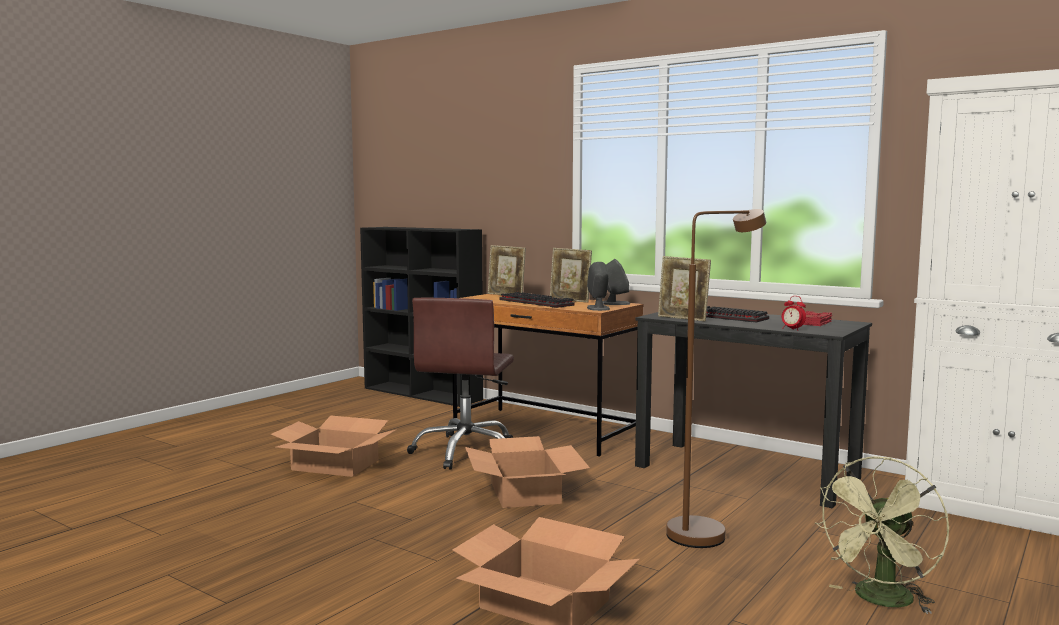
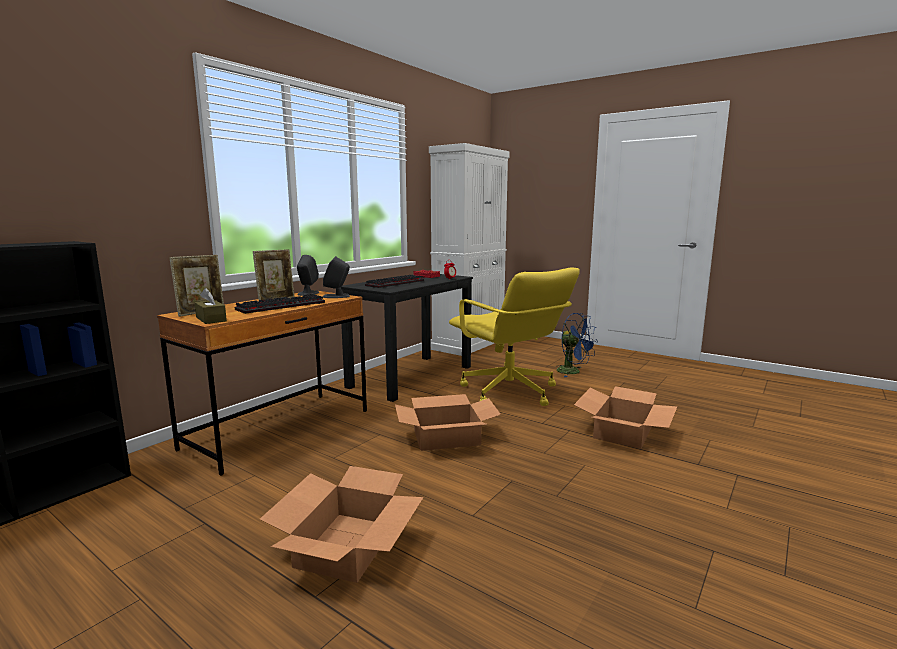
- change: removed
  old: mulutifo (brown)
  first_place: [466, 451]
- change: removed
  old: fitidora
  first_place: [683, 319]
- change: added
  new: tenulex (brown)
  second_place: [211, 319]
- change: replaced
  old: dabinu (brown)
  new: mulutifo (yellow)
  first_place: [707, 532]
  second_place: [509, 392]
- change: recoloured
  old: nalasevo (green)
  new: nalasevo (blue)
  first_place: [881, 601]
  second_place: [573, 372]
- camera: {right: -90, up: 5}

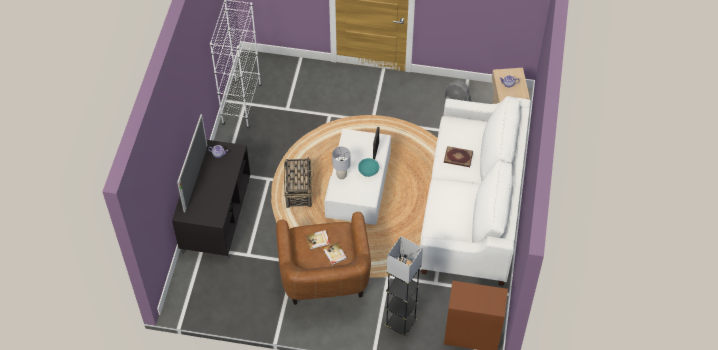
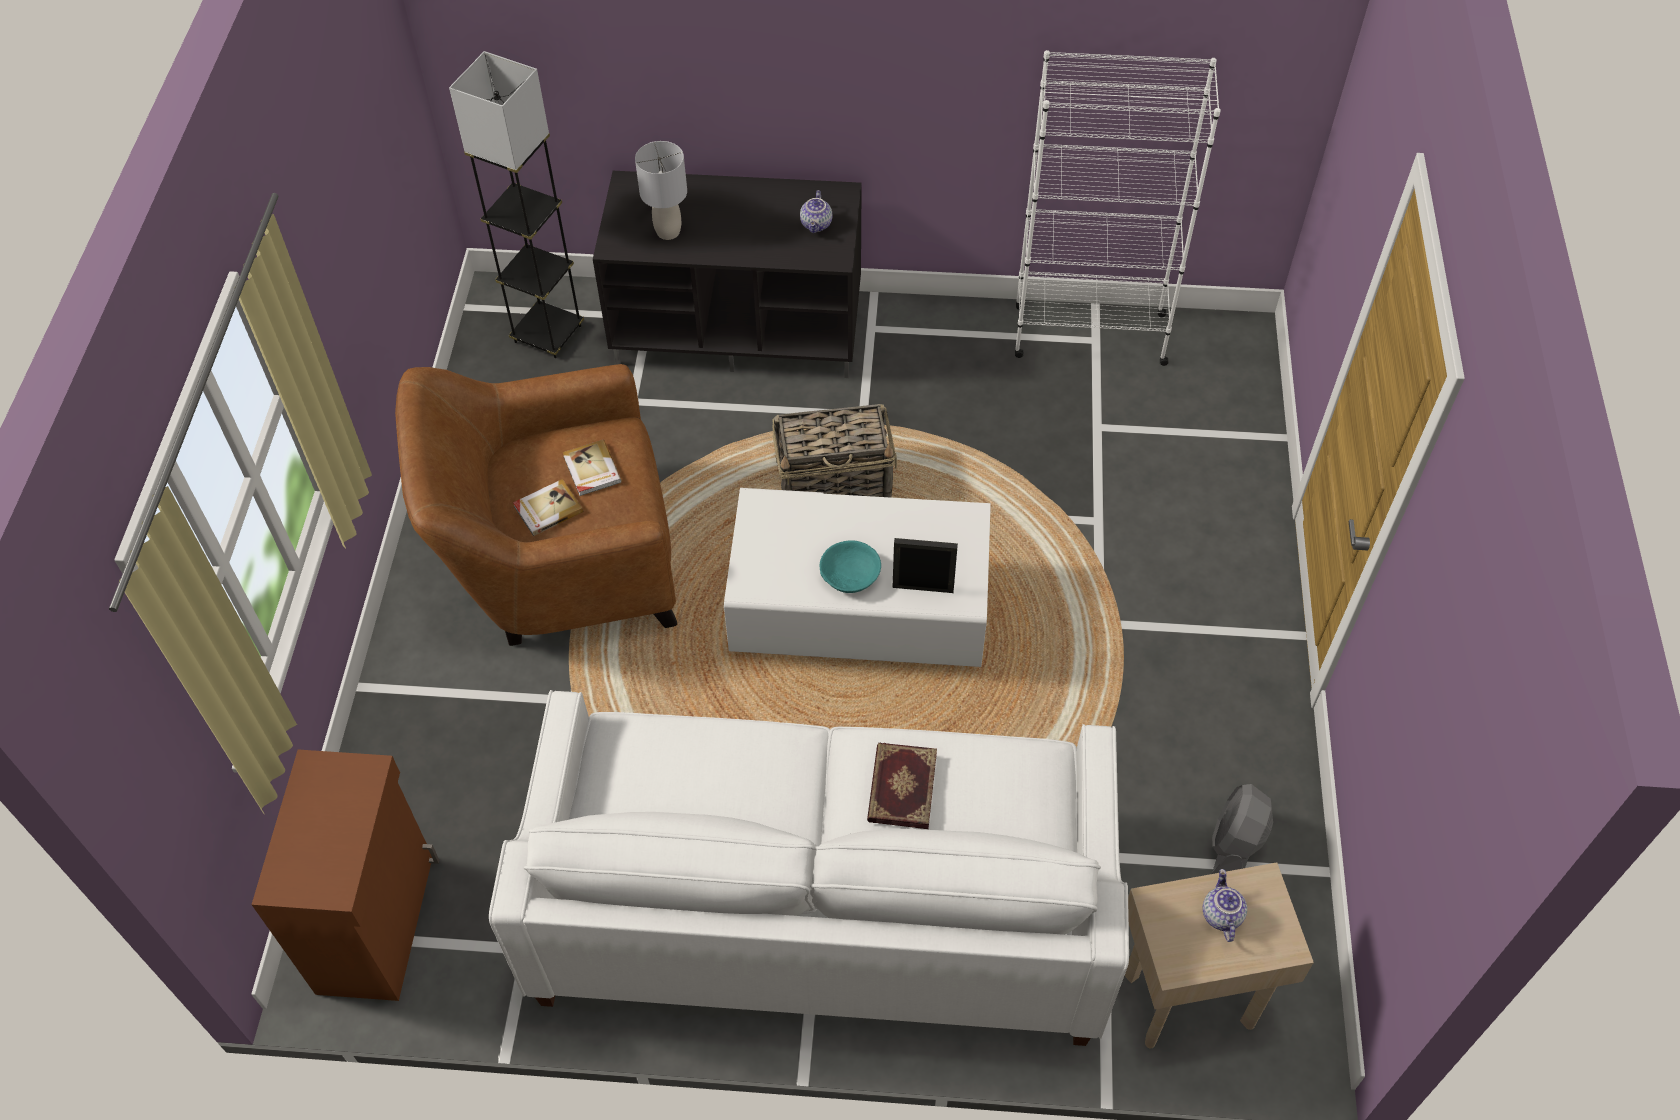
- change: removed
  old: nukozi
  first_place: [196, 178]
- change: moved
  old: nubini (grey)
  first_place: [341, 175]
  second_place: [668, 232]
- change: moved
  old: dabinu (grey)
  first_place: [400, 323]
  second_place: [547, 334]
- camera: {right: 85, up: 0}

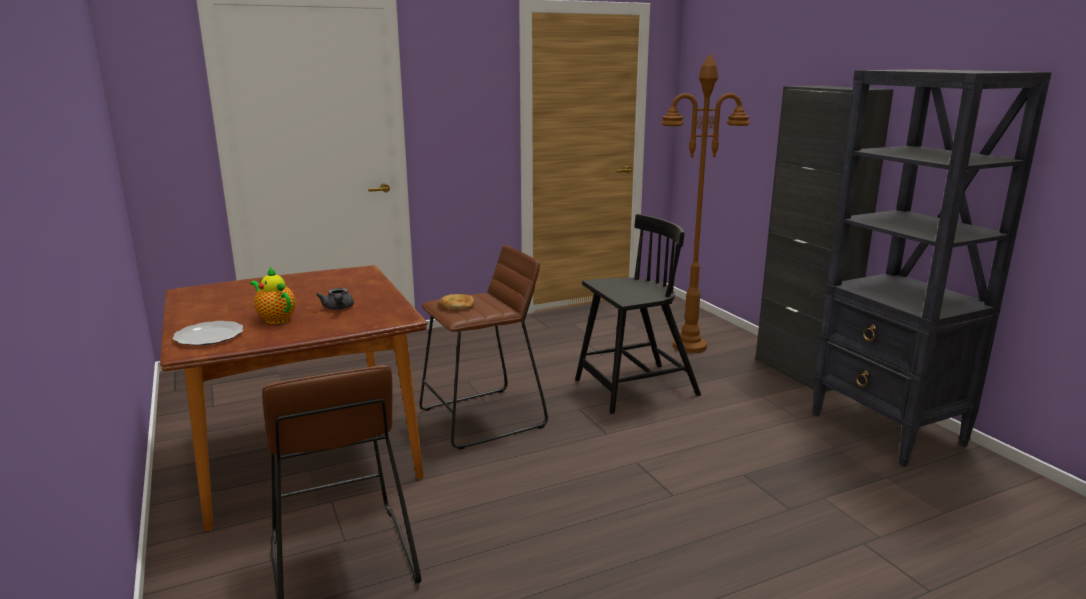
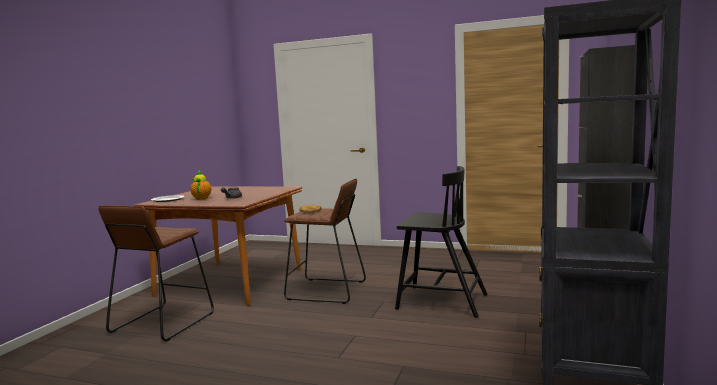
- change: removed
  old: dabinu (brown)
  first_place: [690, 346]
- camera: {right: 45, up: -10}

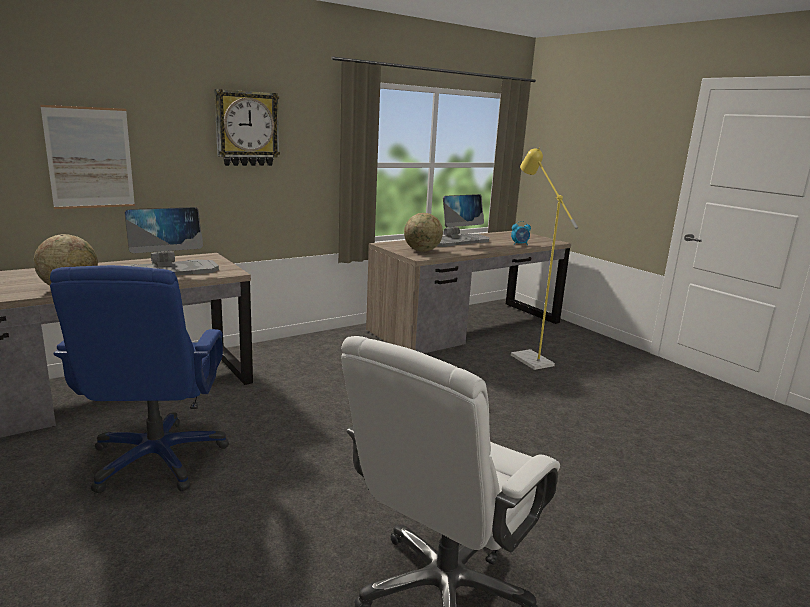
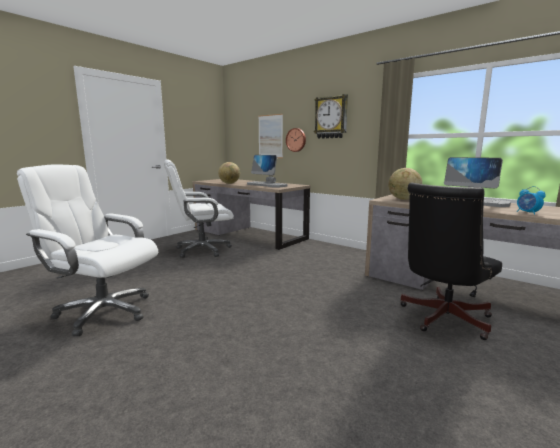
- change: added
  new: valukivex
  second_place: [296, 140]
- change: replaced
  old: dabinu (yellow)
  new: mulutifo (black)
  first_place: [526, 357]
  second_place: [441, 319]
- change: recoloured
  old: mulutifo (blue)
  new: mulutifo (white)
  first_place: [157, 459]
  second_place: [202, 250]
- camera: {right: 75, up: -5}

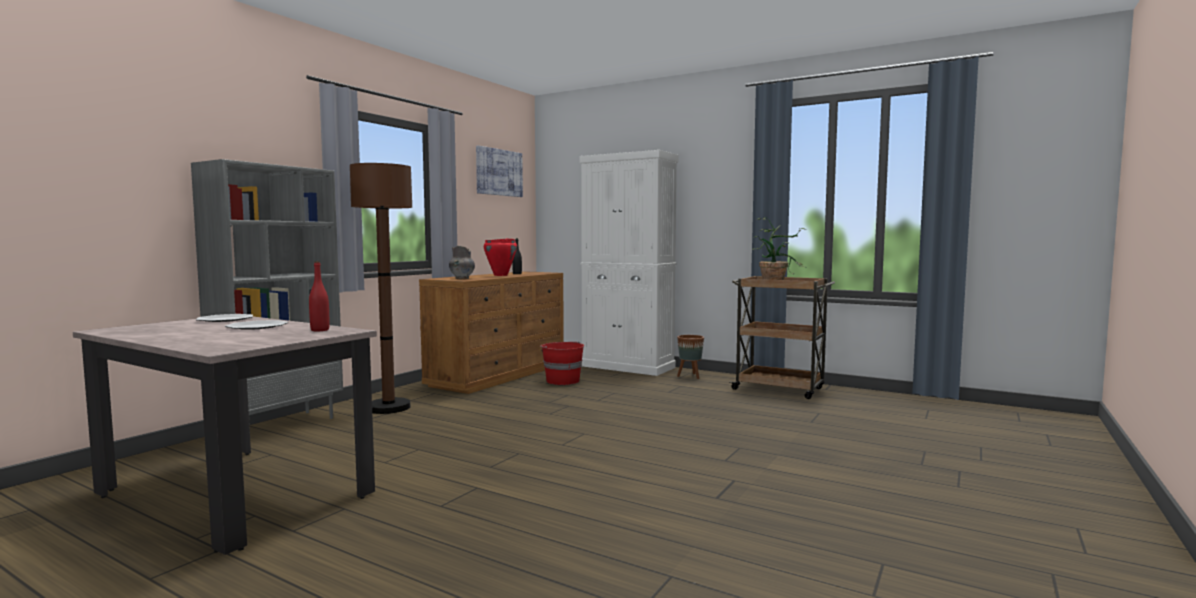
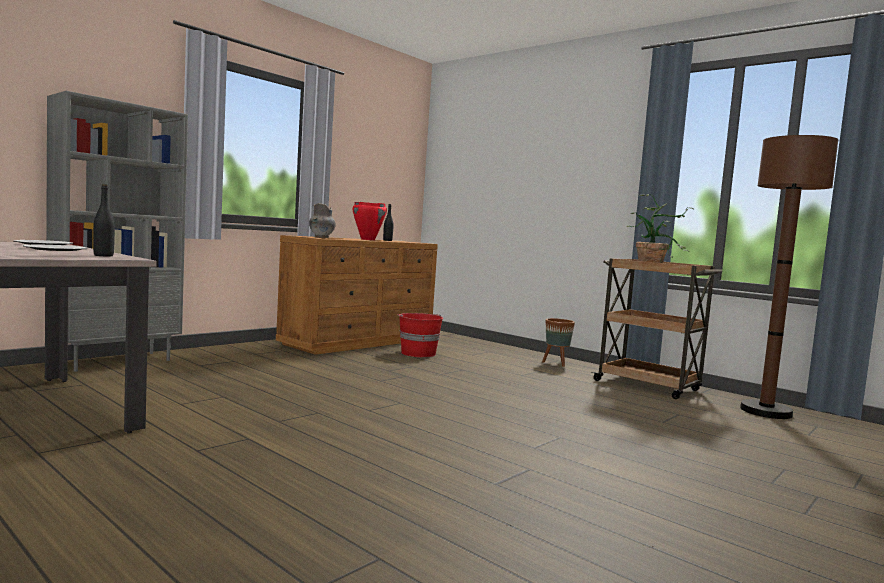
- change: removed
  old: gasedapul
  first_place: [499, 172]
- change: removed
  old: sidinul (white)
  first_place: [628, 367]
- change: moved
  old: dabinu (brown)
  first_place: [389, 408]
  second_place: [766, 411]
- change: recoloured
  old: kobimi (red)
  new: kobimi (black)
  first_place: [320, 330]
  second_place: [103, 255]
- camera: {right: 10, up: 0}

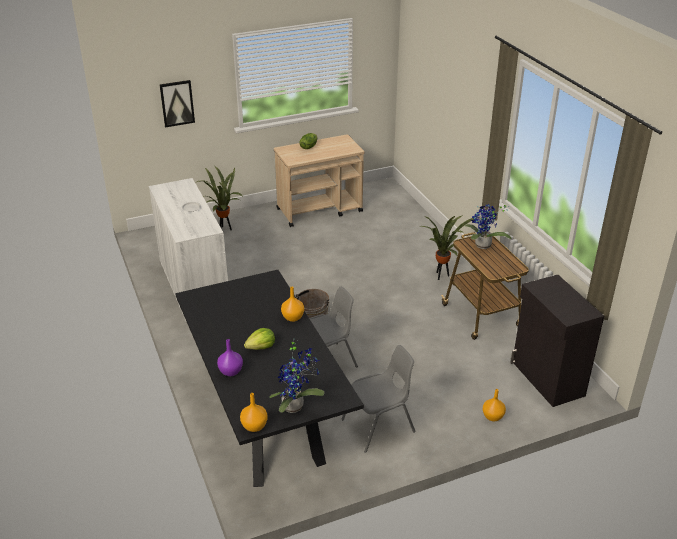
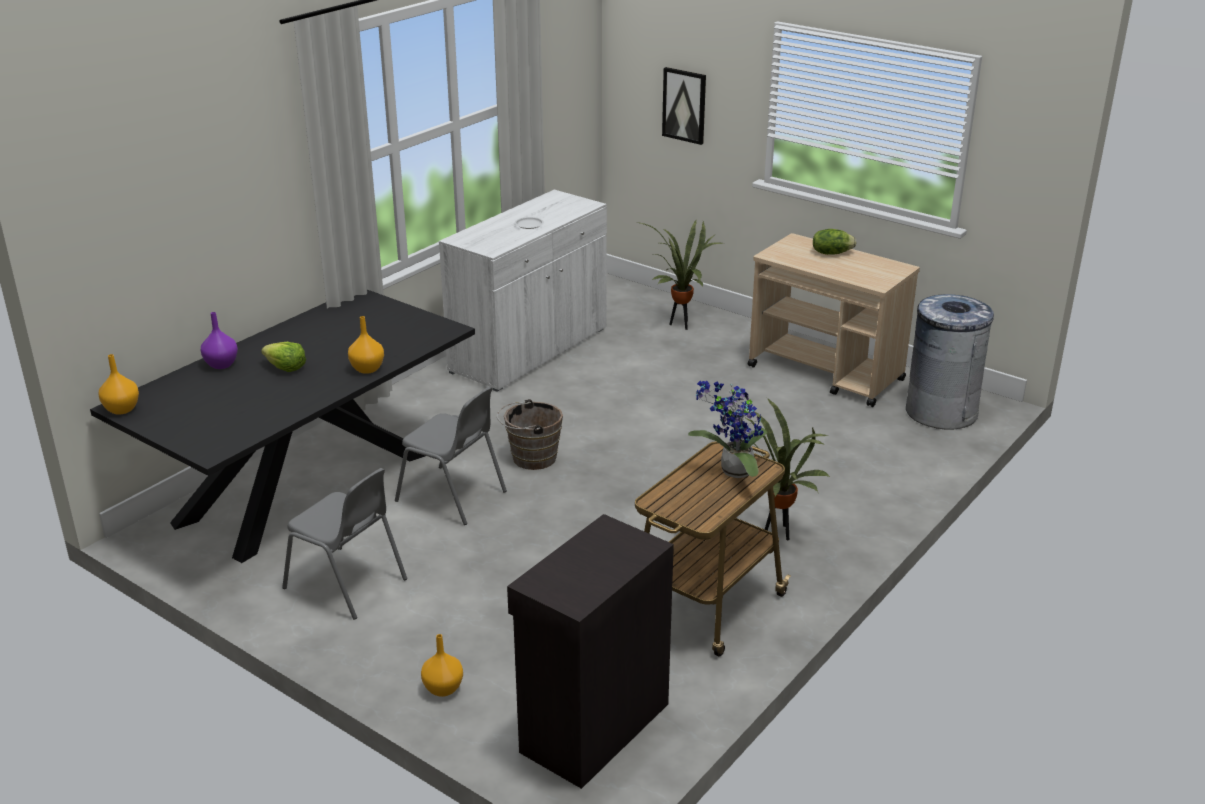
- change: removed
  old: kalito
  first_place: [295, 406]
- change: added
  new: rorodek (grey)
  second_place: [941, 412]
- camera: {right: 60, up: -5}

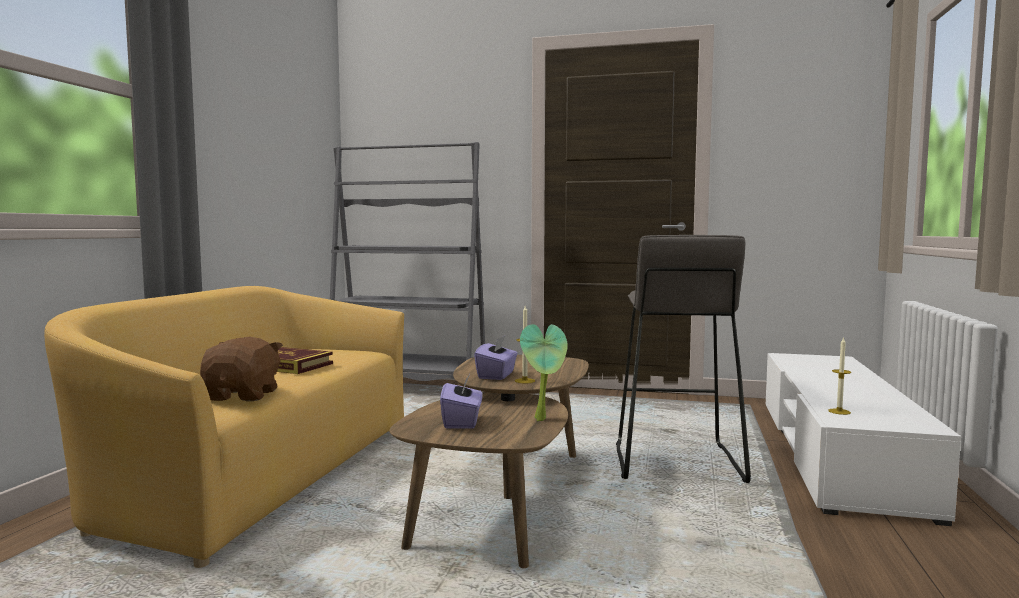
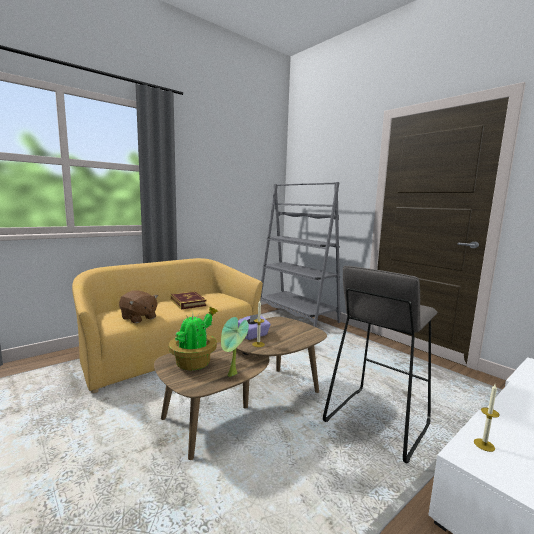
- change: replaced
  old: tenulex (purple)
  new: kalito
  first_place: [462, 422]
  second_place: [194, 363]
- change: turned
  old: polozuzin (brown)
  first_place: [243, 395]
  second_place: [138, 318]
  degrees: 90
- camera: {right: 35, up: 5}

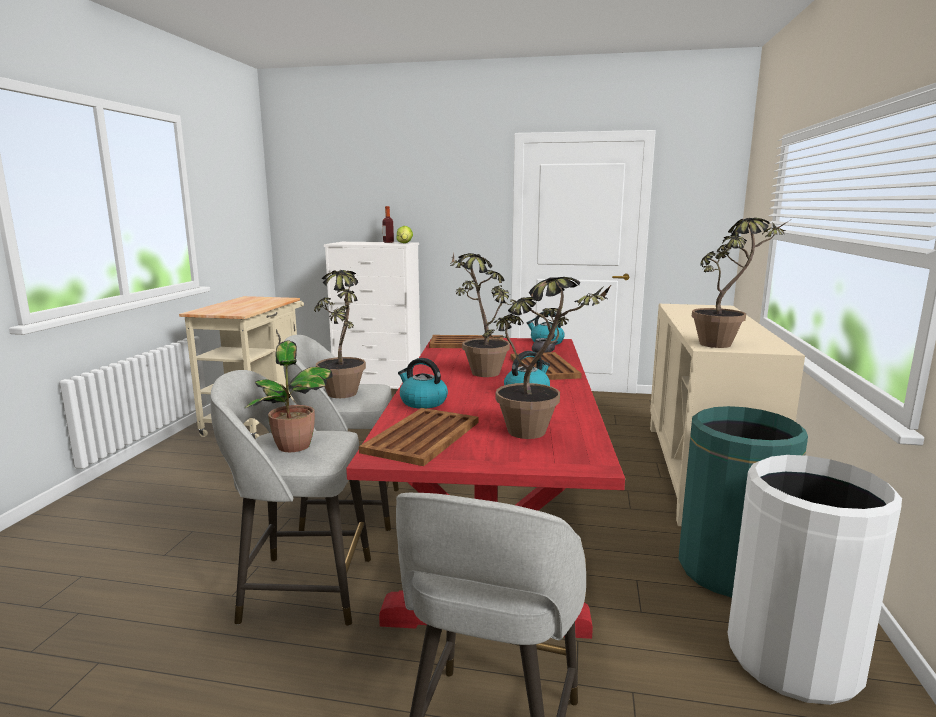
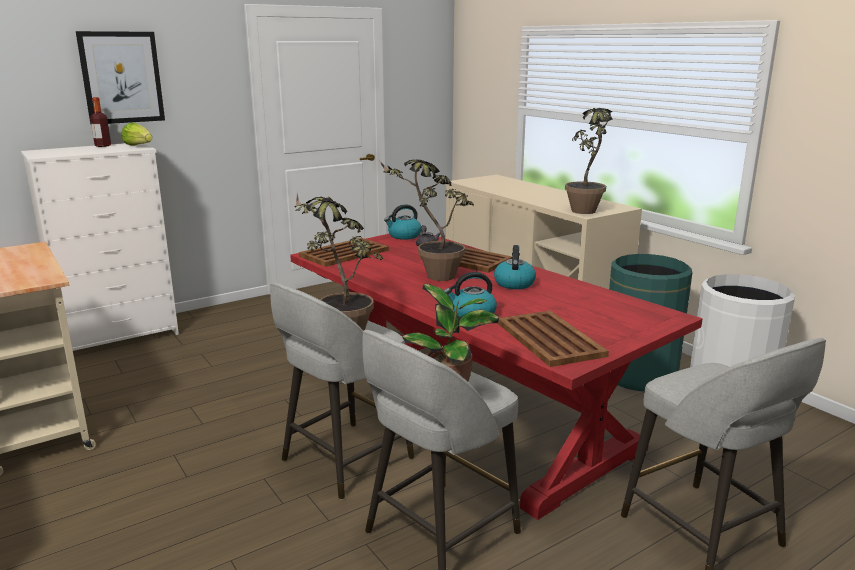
- change: removed
  old: kalito
  first_place: [538, 435]
- change: added
  new: gasedapul
  second_place: [121, 77]
- camera: {right: -45, up: 5}

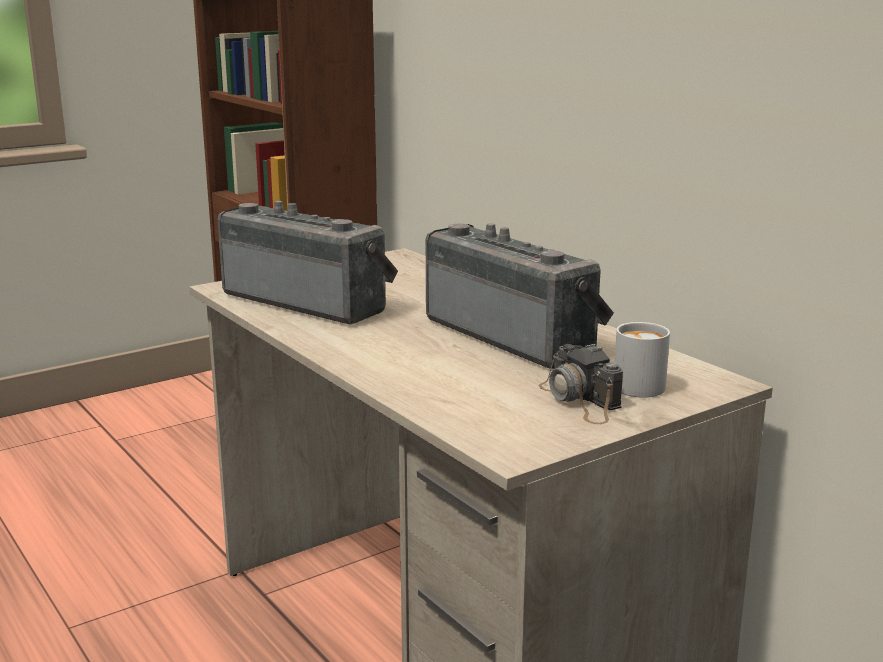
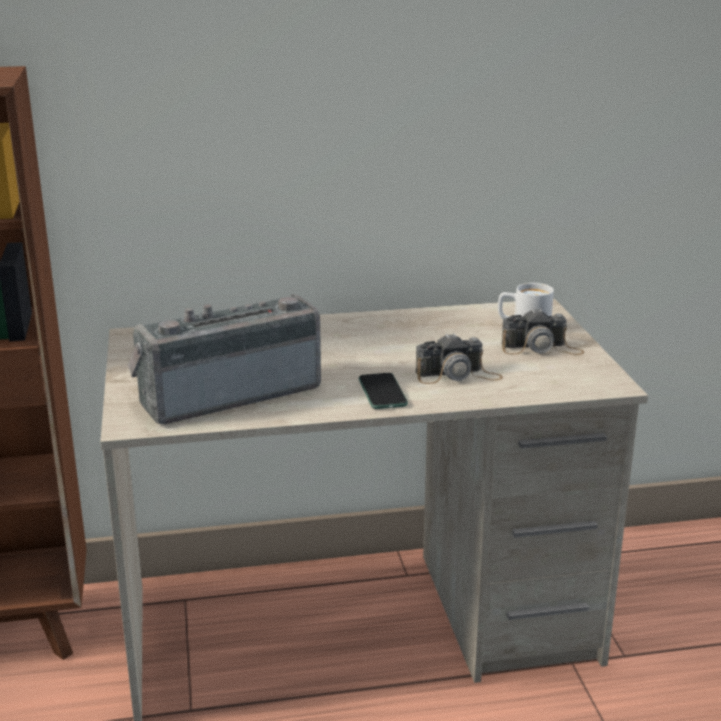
- change: removed
  old: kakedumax
  first_place: [515, 336]
- change: added
  new: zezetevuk
  second_place: [382, 392]
- change: added
  new: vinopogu
  second_place: [458, 375]
- camera: {right: -65, up: 5}

